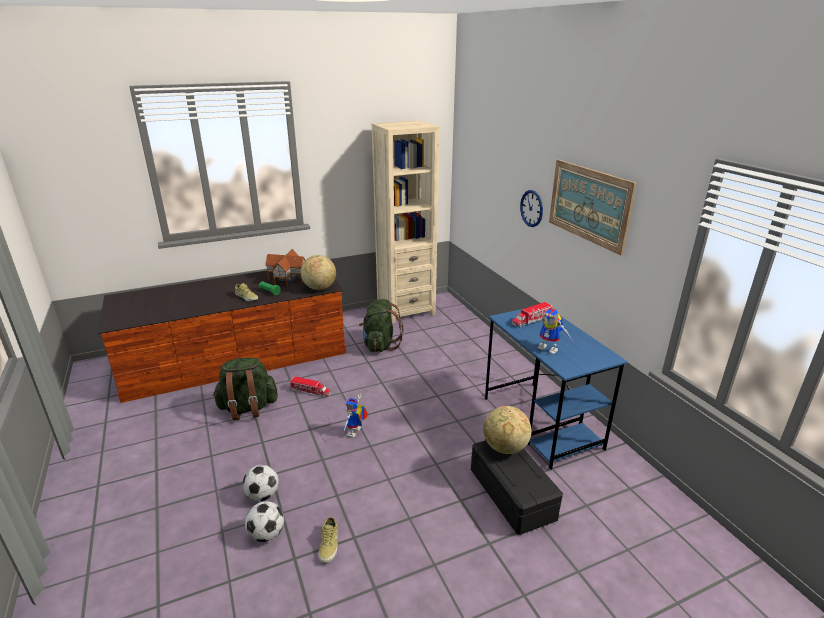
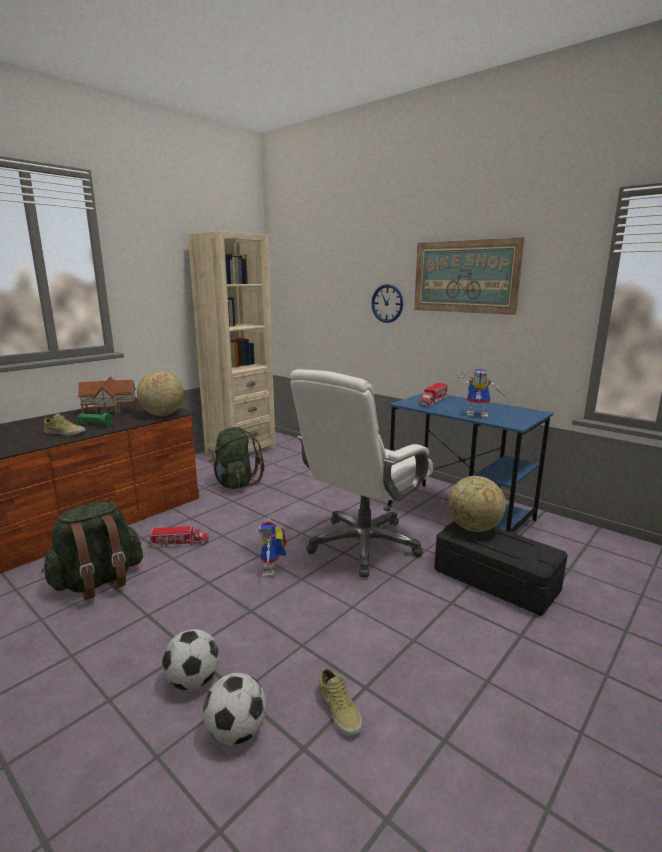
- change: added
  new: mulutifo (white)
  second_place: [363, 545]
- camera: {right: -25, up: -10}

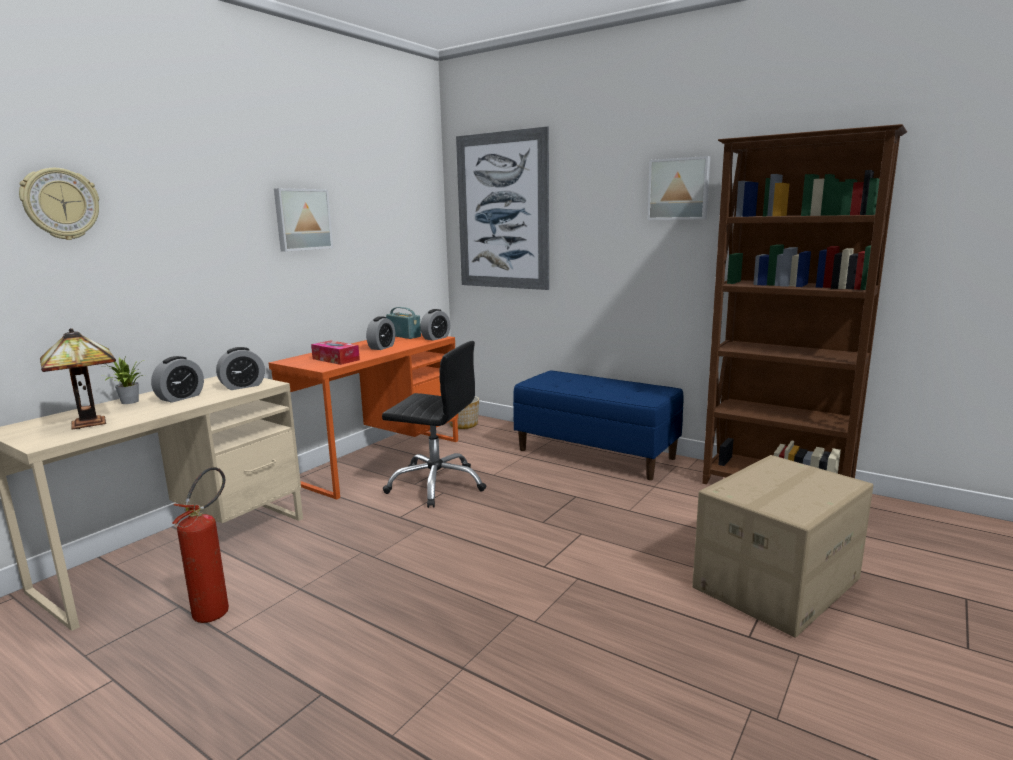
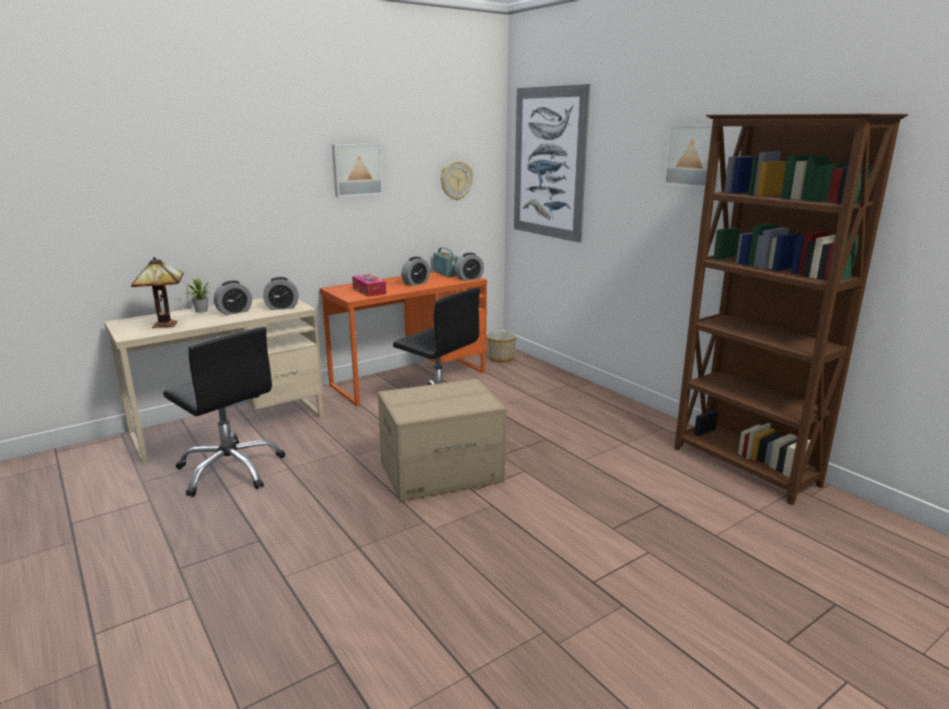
- change: removed
  old: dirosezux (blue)
  first_place: [596, 454]
- change: moved
  old: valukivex
  first_place: [60, 204]
  second_place: [456, 180]
- change: moved
  old: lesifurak
  first_place: [775, 582]
  second_place: [441, 471]
- change: replaced
  old: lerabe
  new: mulutifo (black)
  first_place: [217, 608]
  second_place: [231, 469]
- camera: {right: 20, up: 5}

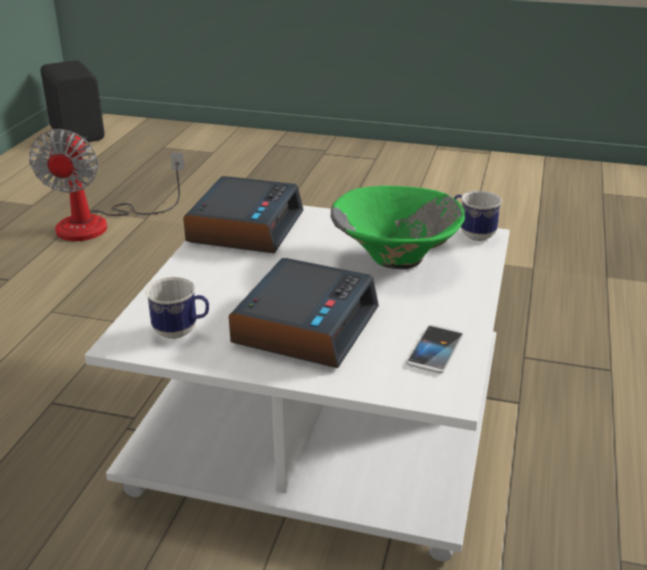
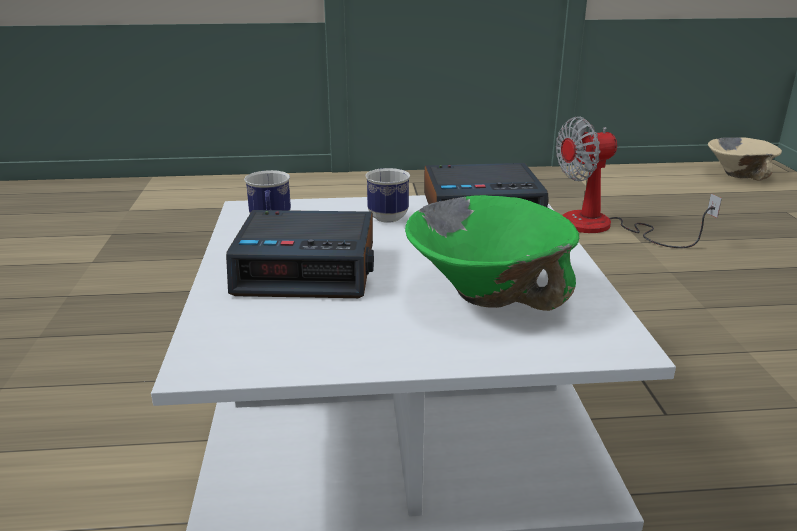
- change: removed
  old: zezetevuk
  first_place: [435, 350]
- change: moved
  old: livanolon
  first_place: [472, 234]
  second_place: [390, 215]
- change: replaced
  old: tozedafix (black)
  new: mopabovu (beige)
  first_place: [79, 134]
  second_place: [738, 174]
- camera: {right: 70, up: -5}

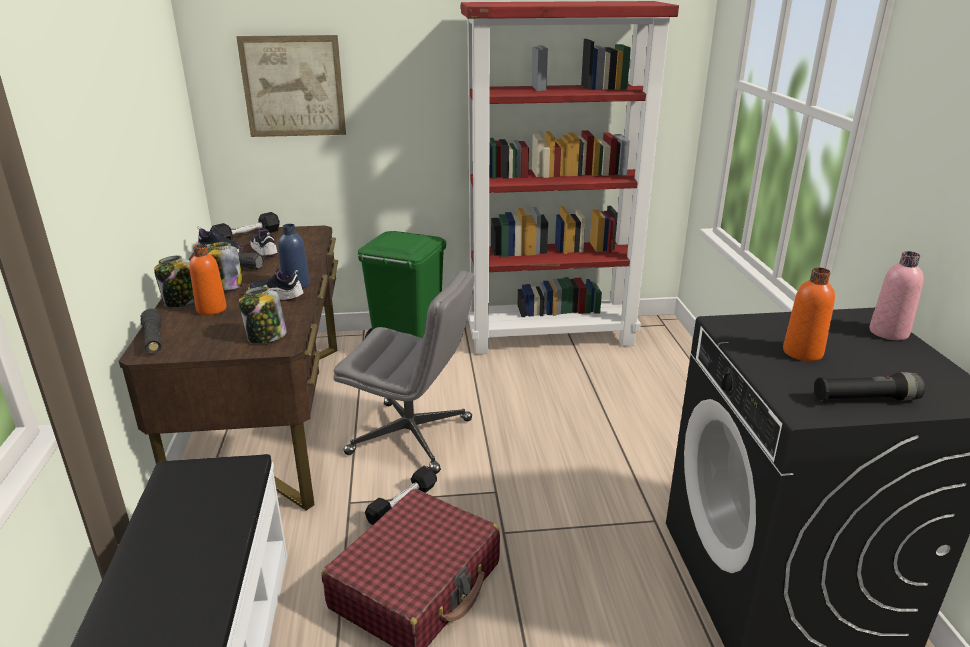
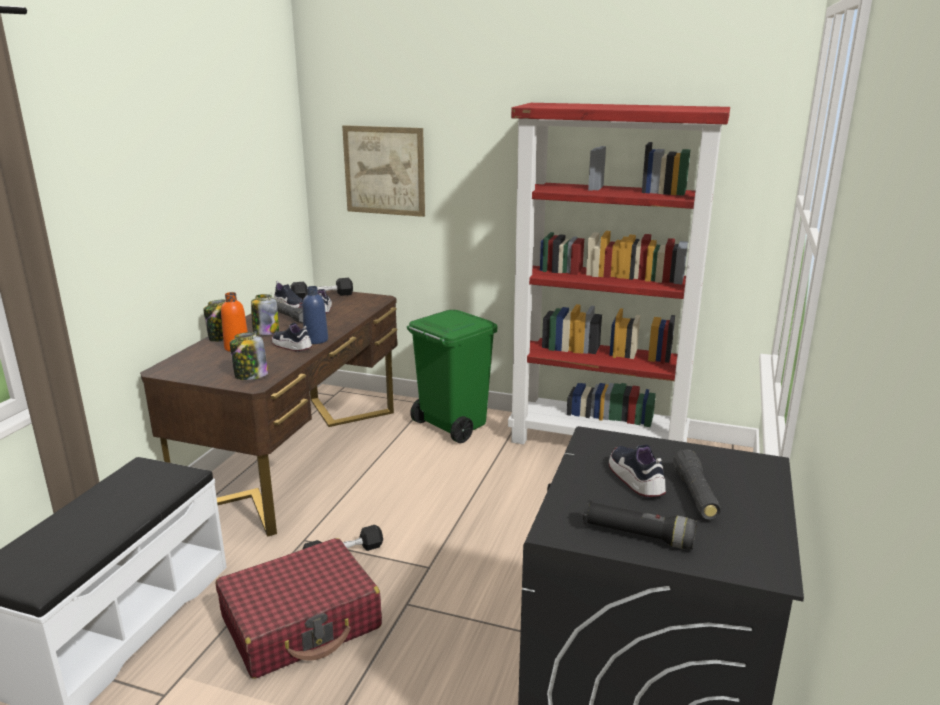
- change: removed
  old: mulutifo (grey)
  first_place: [412, 437]
- change: removed
  old: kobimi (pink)
  first_place: [888, 332]
- change: moved
  old: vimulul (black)
  first_place: [154, 339]
  second_place: [695, 495]
- change: replaced
  old: kobimi (orange)
  new: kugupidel
  first_place: [802, 352]
  second_place: [636, 480]
- camera: {right: 25, up: -5}

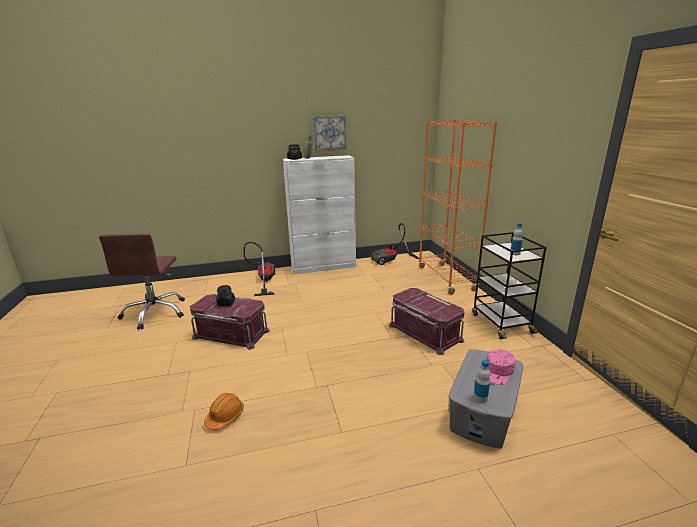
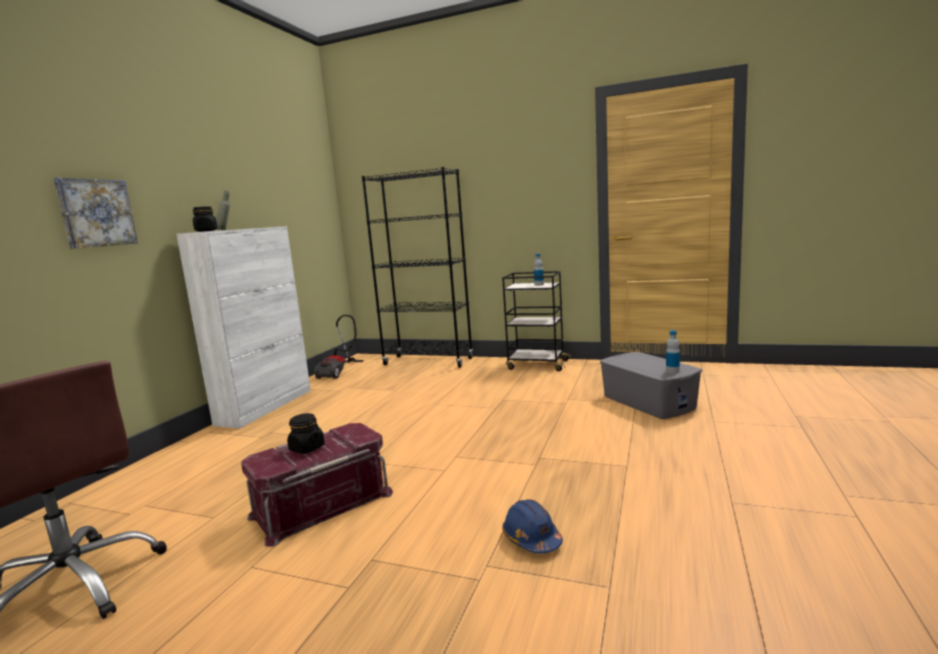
- change: removed
  old: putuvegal
  first_place: [264, 281]
- change: removed
  old: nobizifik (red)
  first_place: [424, 333]
- change: removed
  old: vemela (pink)
  first_place: [497, 371]
- change: moved
  old: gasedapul
  first_place: [329, 133]
  second_place: [95, 213]
- change: recoloured
  old: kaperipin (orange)
  new: kaperipin (blue)
  first_place: [225, 417]
  second_place: [531, 538]
- change: recoloured
  old: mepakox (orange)
  new: mepakox (black)
  first_place: [446, 279]
  second_place: [428, 362]
- camera: {right: -55, up: -10}

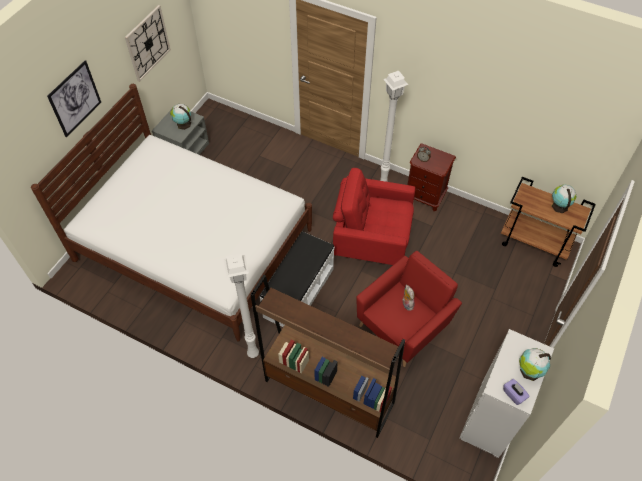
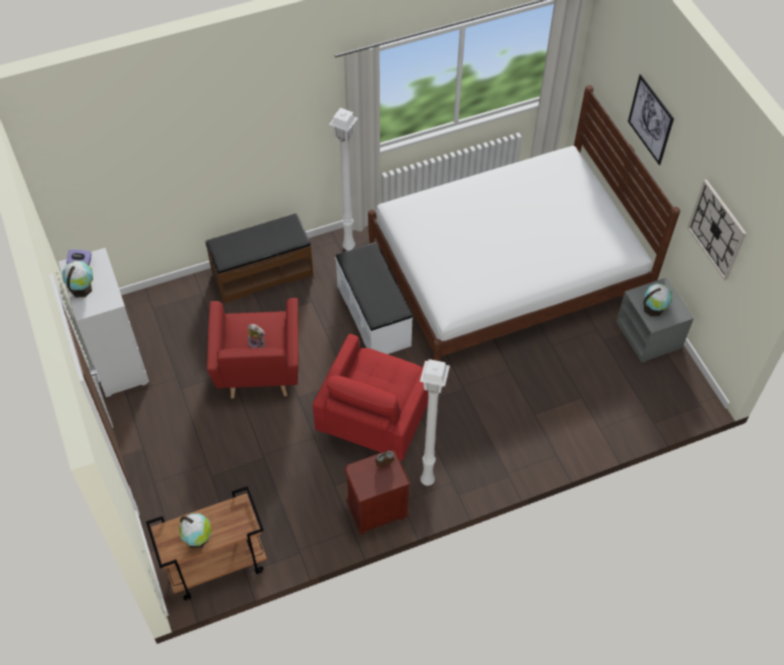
- change: replaced
  old: mepakox (brown)
  new: dirosezux (brown)
  first_place: [329, 391]
  second_place: [262, 273]
- change: turned
  old: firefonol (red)
  first_place: [371, 238]
  second_place: [374, 418]
  degrees: 150
- camera: {right: 130, up: 0}

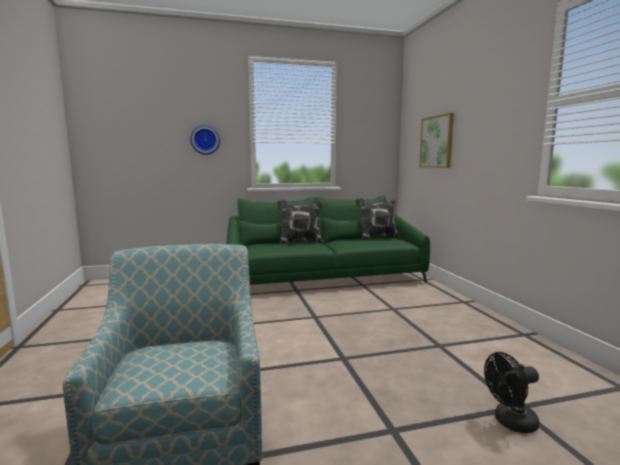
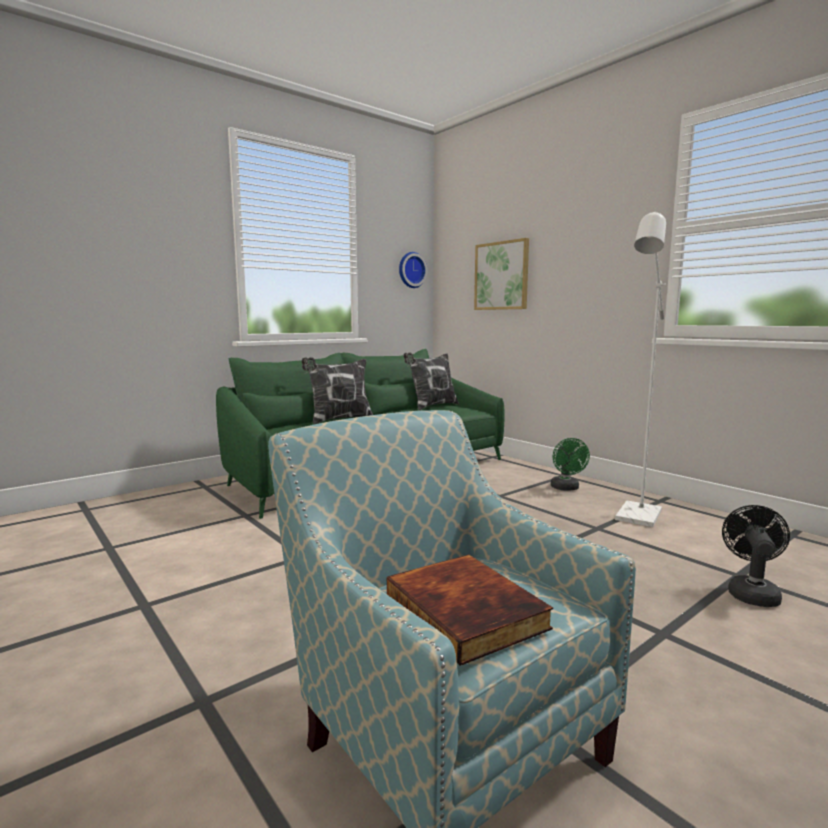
- change: added
  new: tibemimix
  second_place: [468, 611]
- change: added
  new: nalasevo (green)
  second_place: [566, 488]
- change: added
  new: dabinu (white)
  second_place: [637, 518]
- change: moved
  old: valukivex
  first_place: [205, 140]
  second_place: [411, 270]
- change: turned
  old: nalasevo (black)
  first_place: [510, 422]
  second_place: [751, 592]
  degrees: 150
- camera: {right: -25, up: 0}

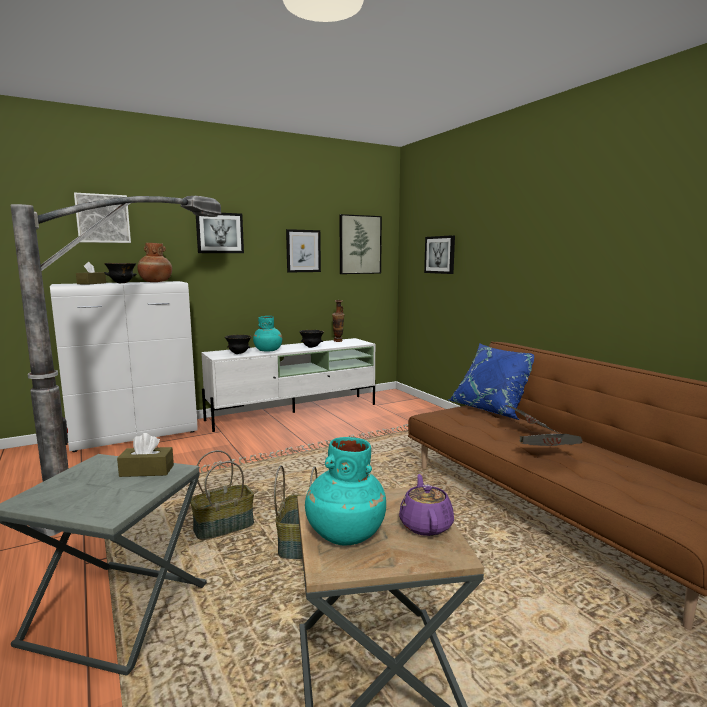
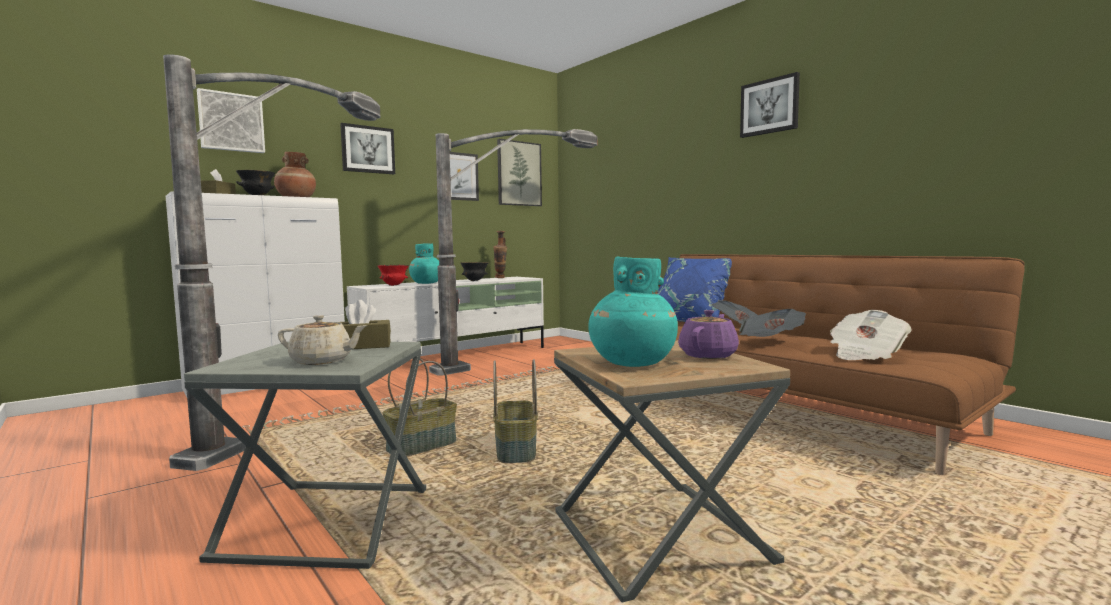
- change: added
  new: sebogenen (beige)
  second_place: [322, 361]
- change: added
  new: dabinu
  second_place: [523, 358]
- change: added
  new: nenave
  second_place: [865, 355]
- change: moved
  old: gasedapul
  first_place: [440, 254]
  second_place: [769, 106]
- change: recoloured
  old: mopabovu (black)
  new: mopabovu (red)
  first_place: [238, 354]
  second_place: [393, 285]
- change: turned
  old: sebogenen (purple)
  first_place: [425, 525]
  second_place: [708, 355]
  degrees: 45
- camera: {right: -10, up: -5}

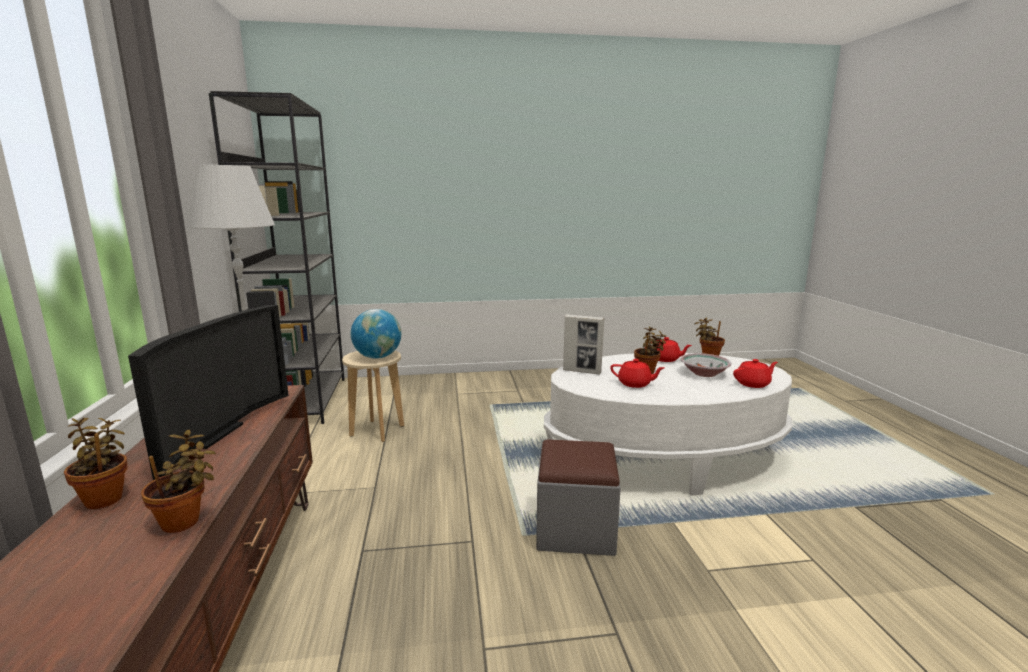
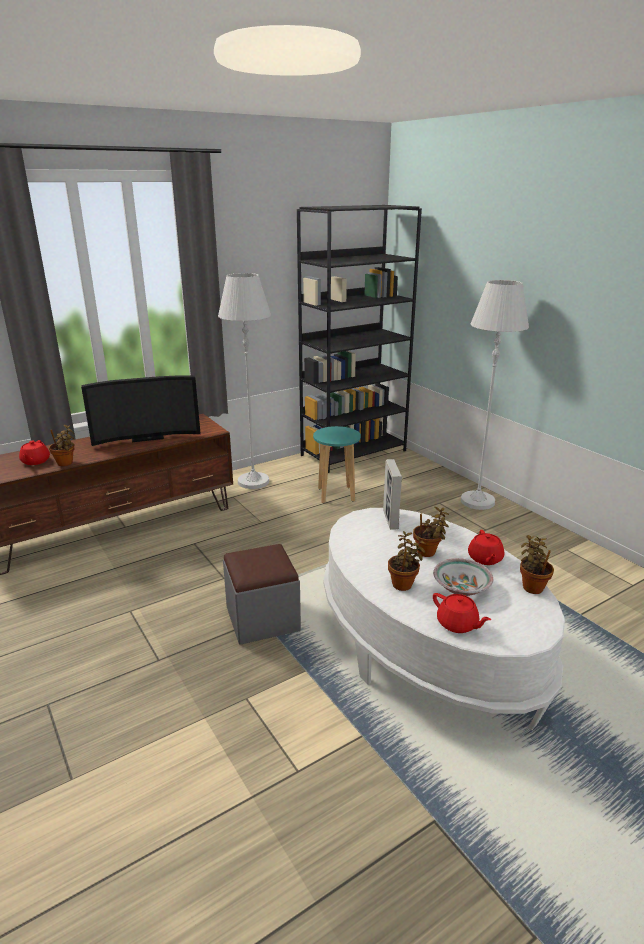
- change: removed
  old: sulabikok
  first_place: [377, 357]
- change: added
  new: dabinu (white)
  second_place: [477, 501]
- change: moved
  old: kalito
  first_place: [105, 498]
  second_place: [403, 584]
- change: moved
  old: sebogenen (red)
  first_place: [635, 384]
  second_place: [35, 461]
- change: recoloured
  old: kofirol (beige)
  new: kofirol (turquoise)
  first_place: [377, 431]
  second_place: [336, 495]
- camera: {right: 65, up: 10}

